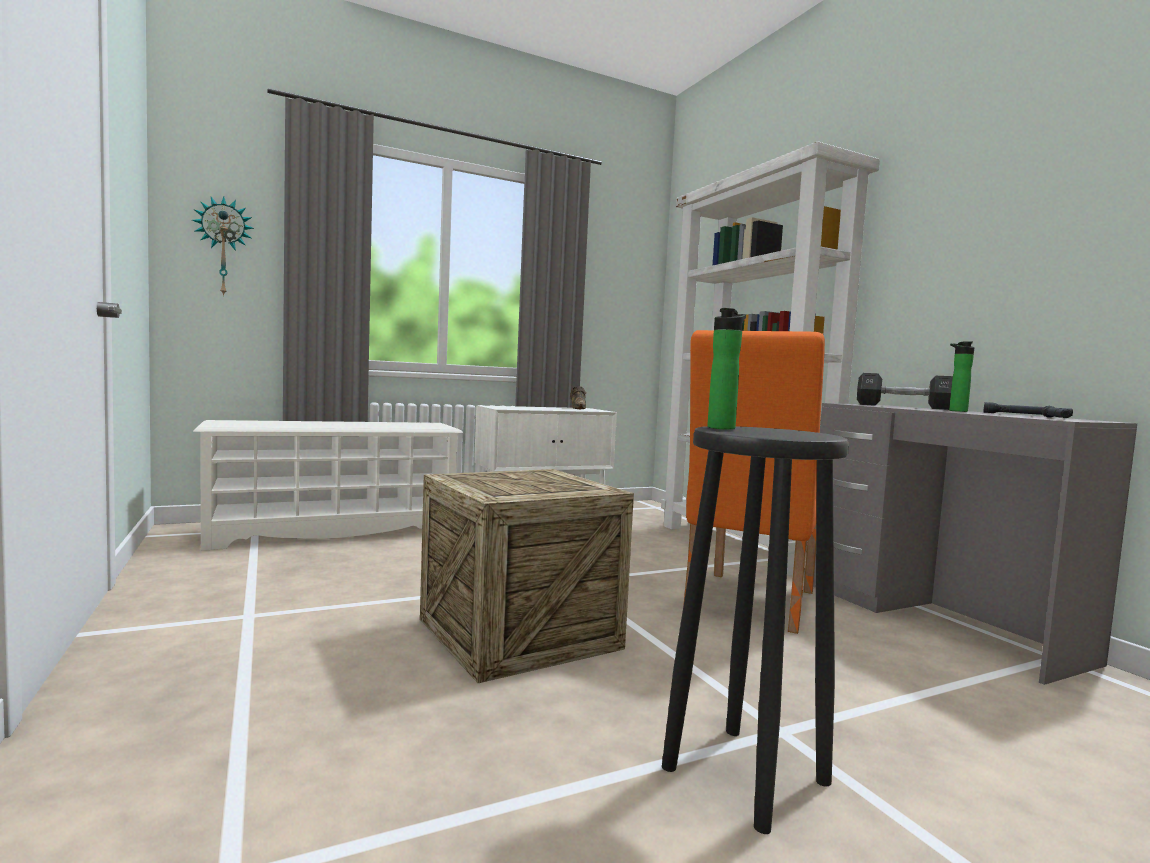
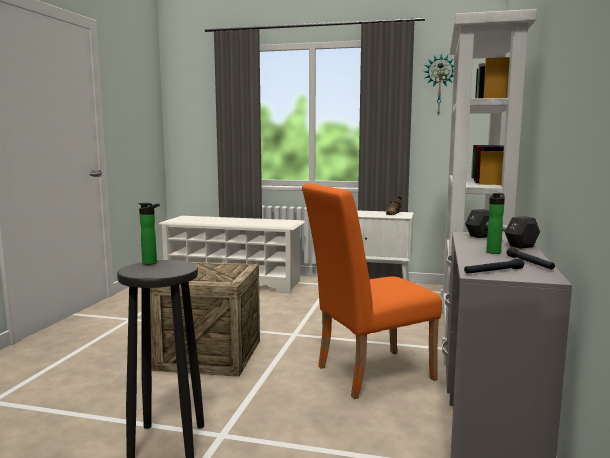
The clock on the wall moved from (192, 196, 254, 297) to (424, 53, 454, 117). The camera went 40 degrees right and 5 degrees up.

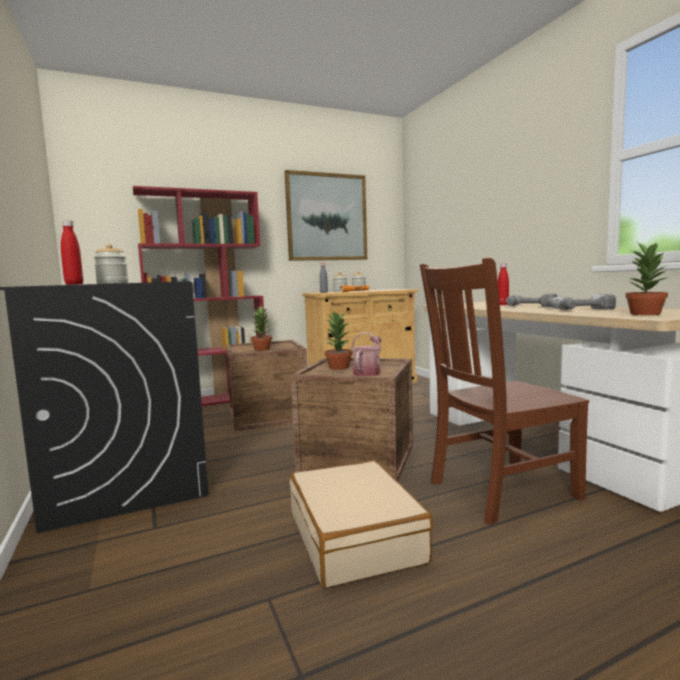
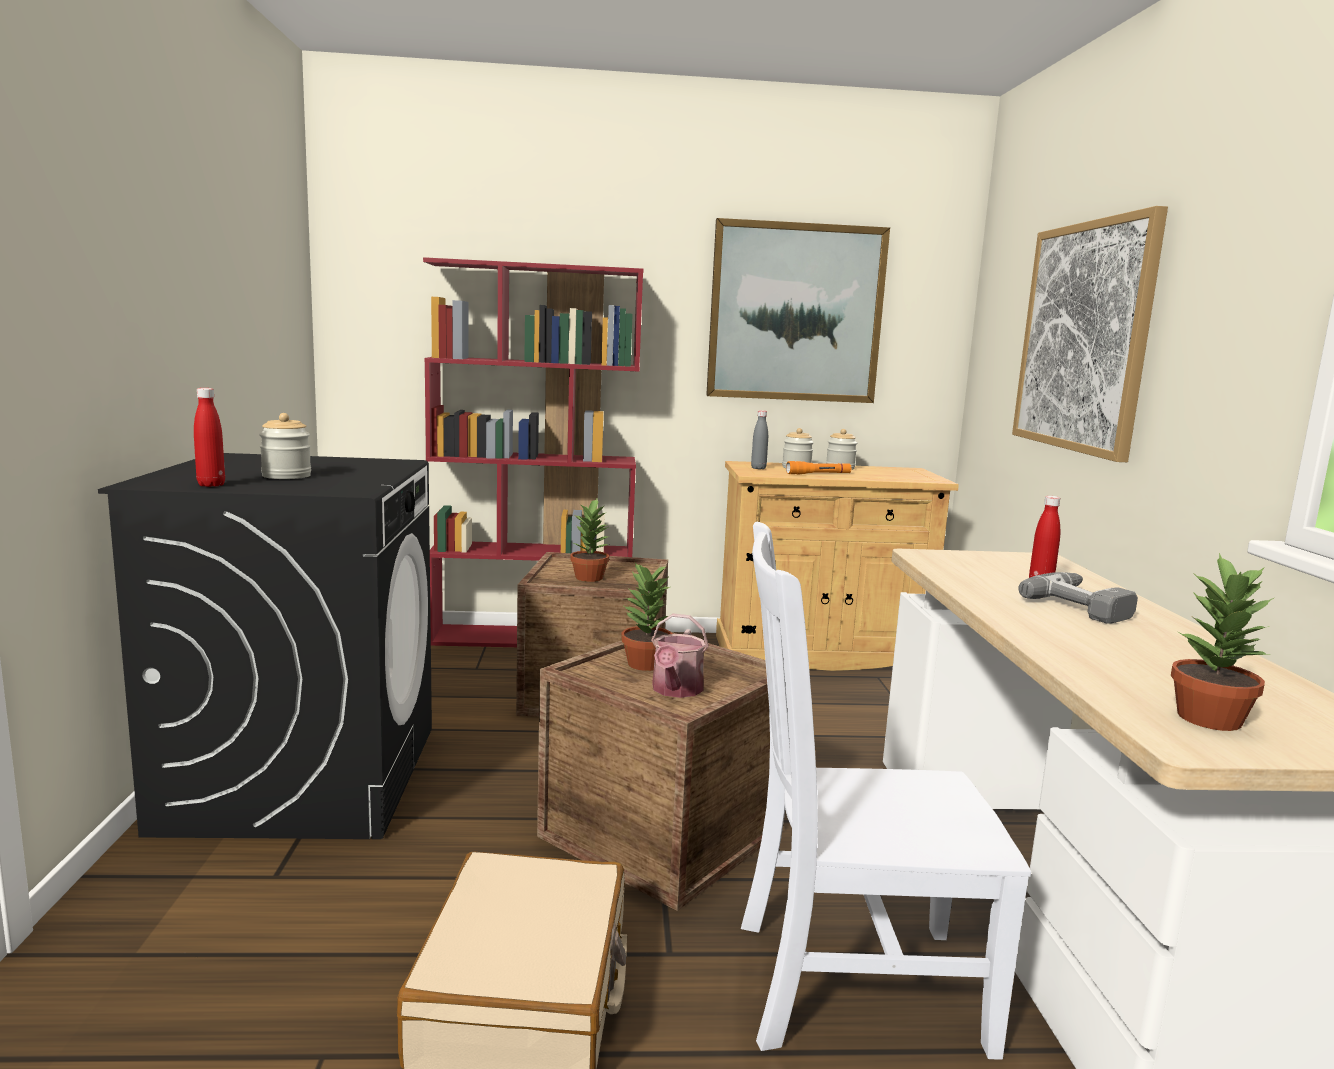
The watering pot at (351, 332, 382, 376) turned 150 degrees clockwise. The plain chair/brown-coloured at (420, 258, 589, 525) became the plain chair/white at (741, 522, 1031, 1060). The drill at (546, 294, 616, 310) disappeared. The wall art at (1012, 206, 1168, 462) appeared. The camera went 20 degrees right and 5 degrees up.

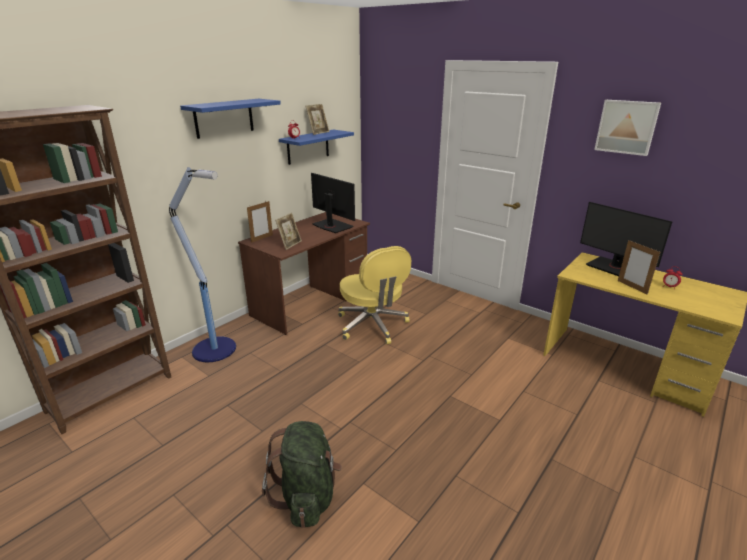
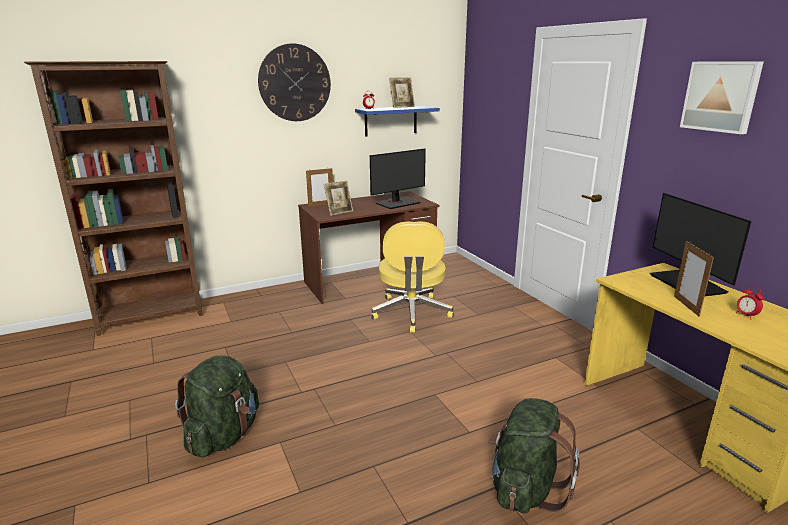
The floor lamp at (169, 167, 236, 362) disappeared. The wall shelf/bluish at (180, 99, 281, 139) was replaced by the clock on the wall at (258, 44, 331, 121). The computer screen at (311, 173, 355, 233) turned 75 degrees clockwise. The rucksack/green-coloured at (488, 398, 580, 514) appeared. The camera went 25 degrees right and 5 degrees down.

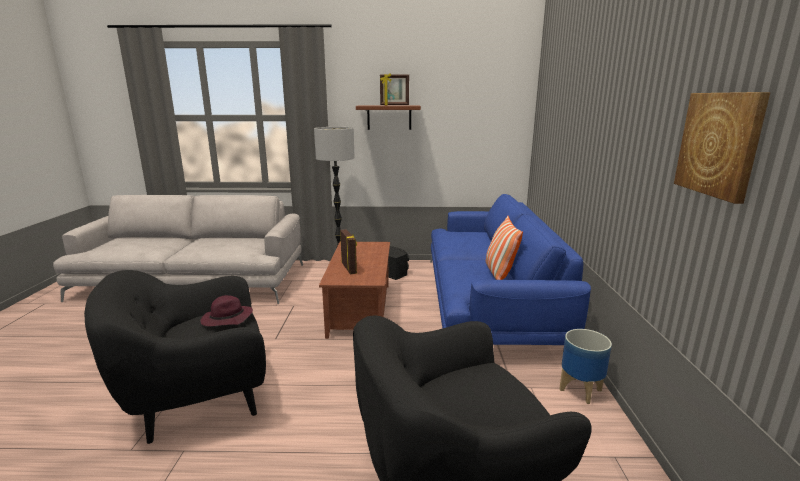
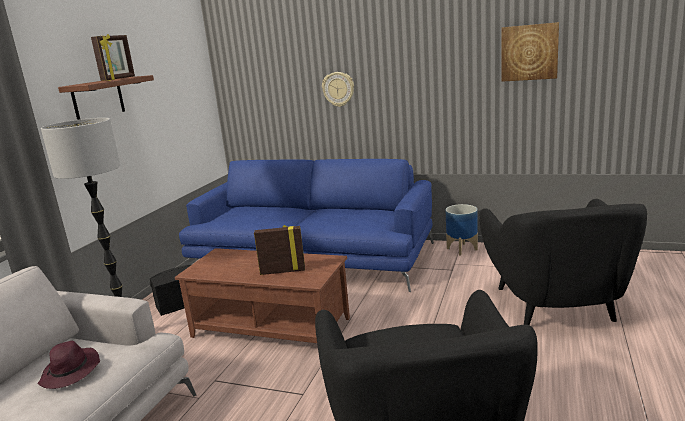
The clothing hat/purple-coloured moved from (200, 295, 253, 326) to (38, 341, 100, 389). The pillow at (486, 216, 523, 280) disappeared. The clock on the wall at (322, 72, 354, 107) appeared. The camera went 70 degrees left and 0 degrees up.

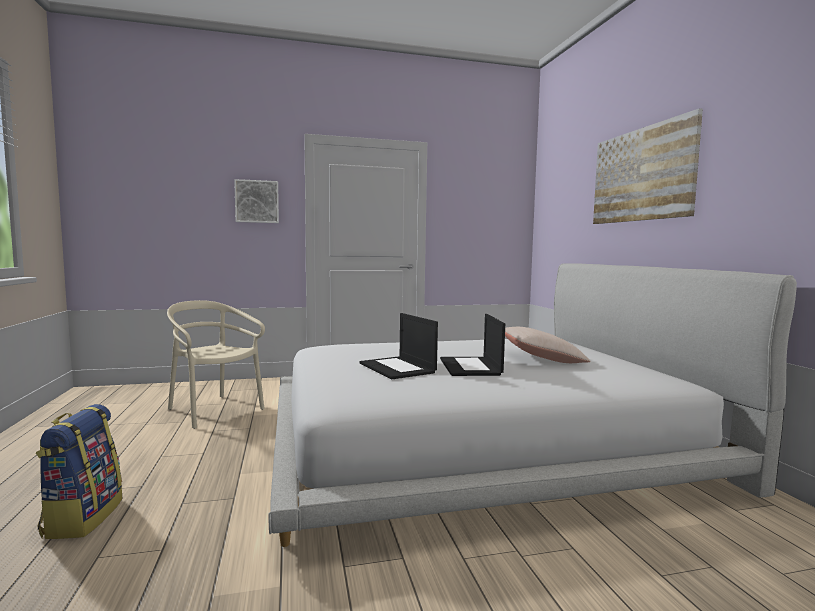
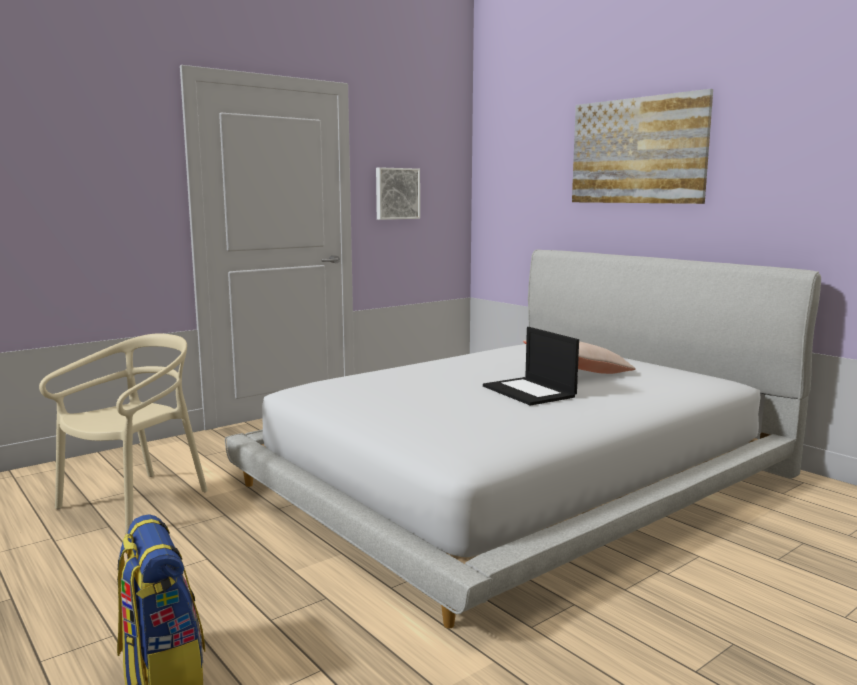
The plain chair/beige at (167, 300, 265, 429) turned 105 degrees clockwise. The wall art moved from (234, 179, 279, 223) to (376, 167, 420, 220). The laptop at (360, 313, 438, 379) disappeared. The camera went 25 degrees left and 5 degrees up.

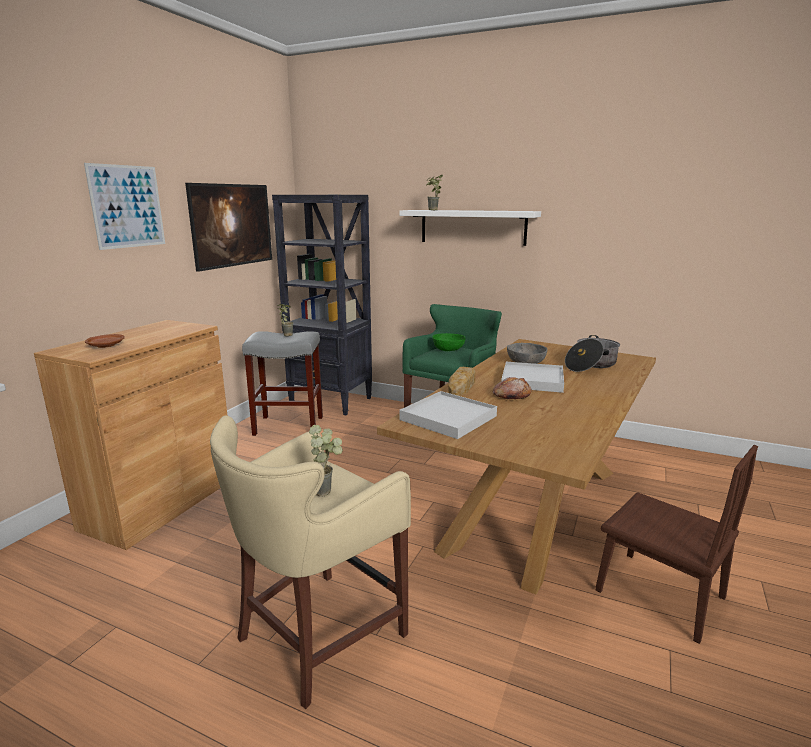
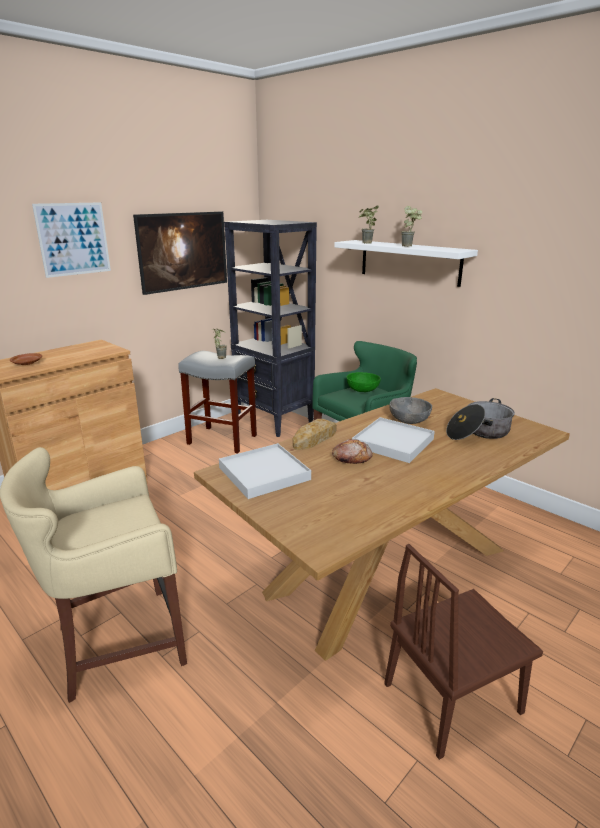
The houseplant moved from (309, 425, 343, 497) to (401, 206, 422, 247). The plain chair/brown-coloured at (596, 445, 758, 644) turned 90 degrees clockwise. The camera went 20 degrees right and 5 degrees up.

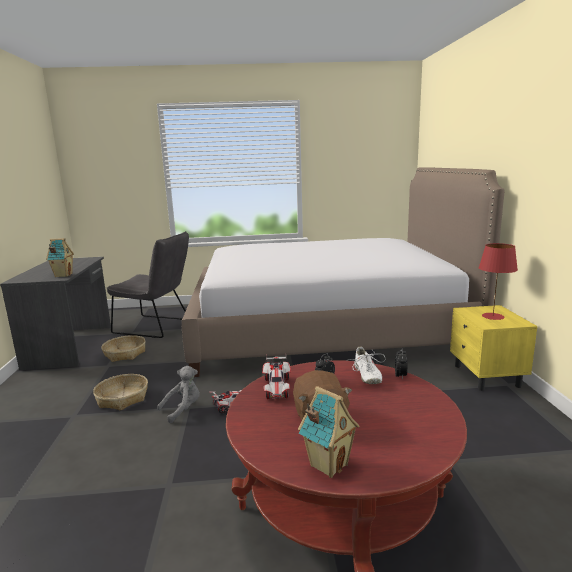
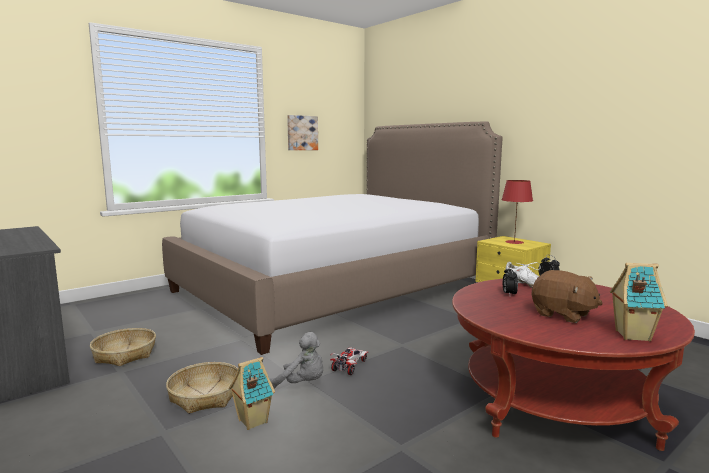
The model house moved from (46, 238, 74, 277) to (229, 357, 275, 430). The plain chair/greyish at (106, 231, 189, 338) disappeared. The soft toy/greyish at (157, 366, 200, 423) turned 90 degrees clockwise. The miniature car at (262, 356, 291, 399) disappeared. The wall art at (287, 115, 318, 150) appeared. The camera went 35 degrees left and 5 degrees down.

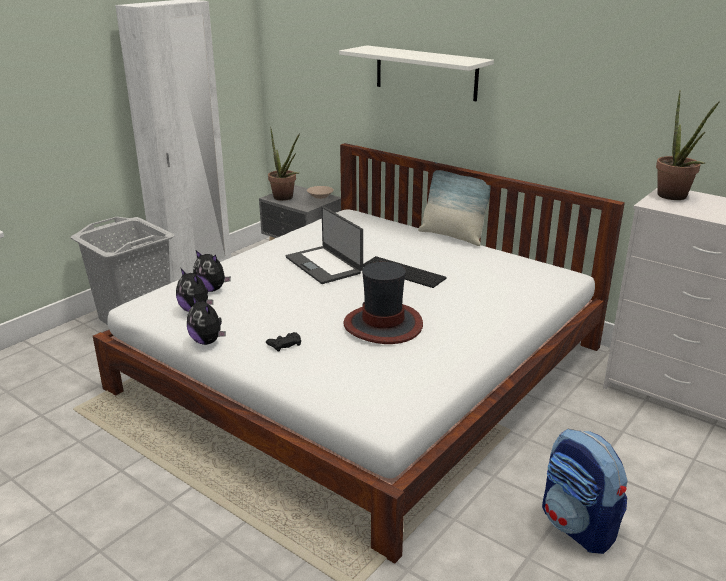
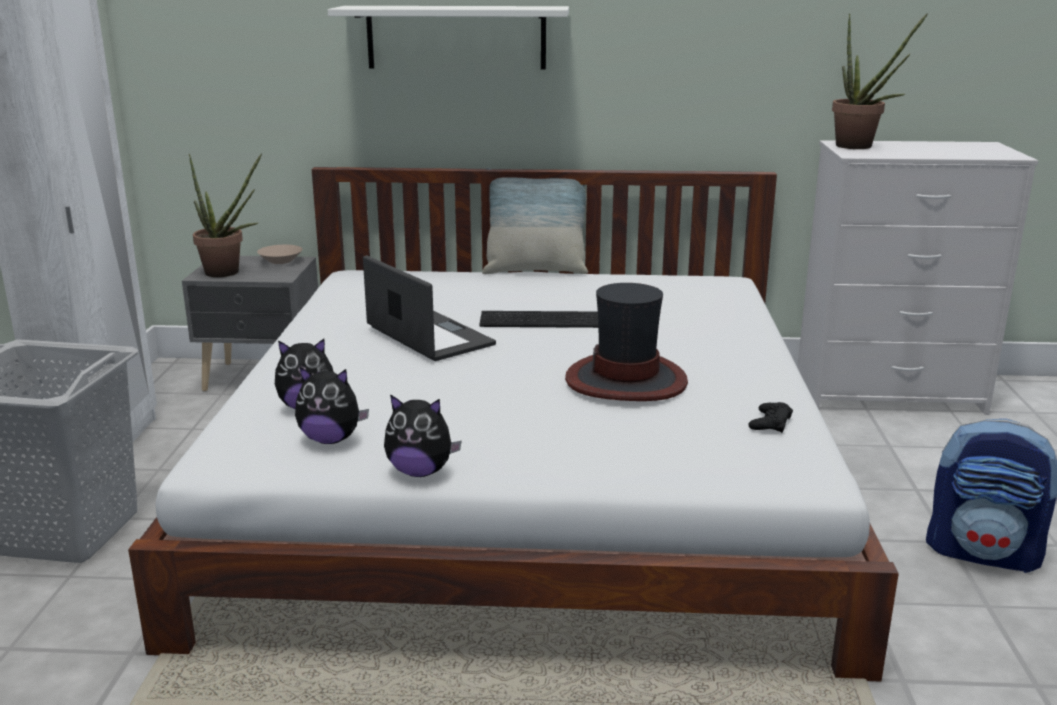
The game controller/blackish moved from (266, 332, 301, 352) to (748, 402, 793, 433). The laptop at (286, 206, 363, 284) turned 150 degrees counterclockwise. The camera went 35 degrees left and 5 degrees down.

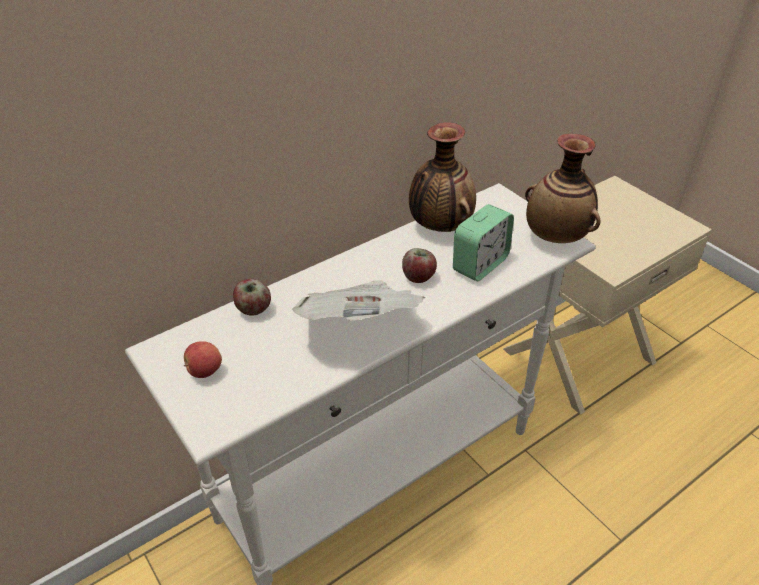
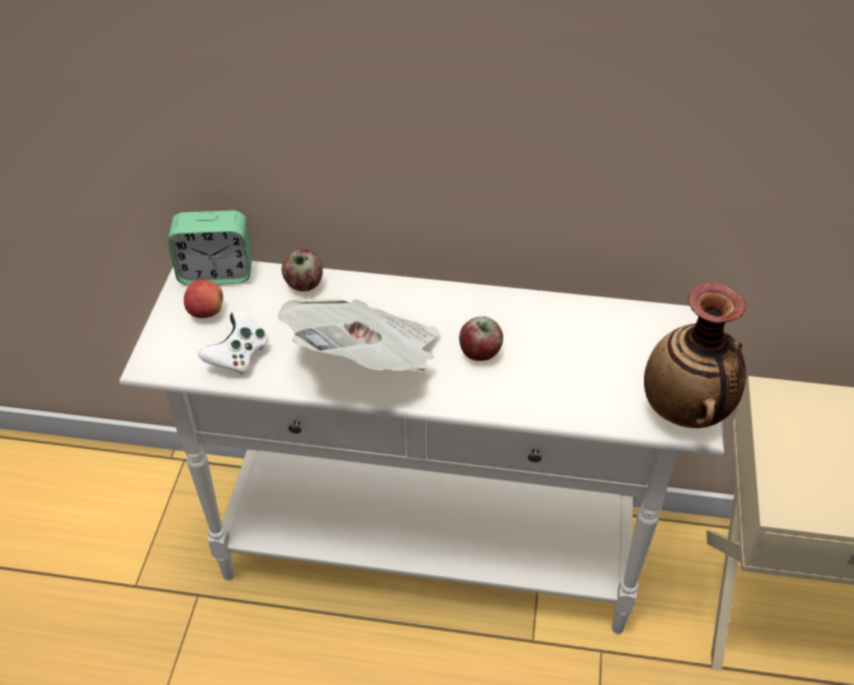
The decorative vase at (409, 122, 476, 232) disappeared. The alarm clock moved from (453, 204, 514, 281) to (168, 210, 252, 286). The game controller/white at (198, 310, 268, 374) appeared. The camera went 45 degrees right and 5 degrees up.

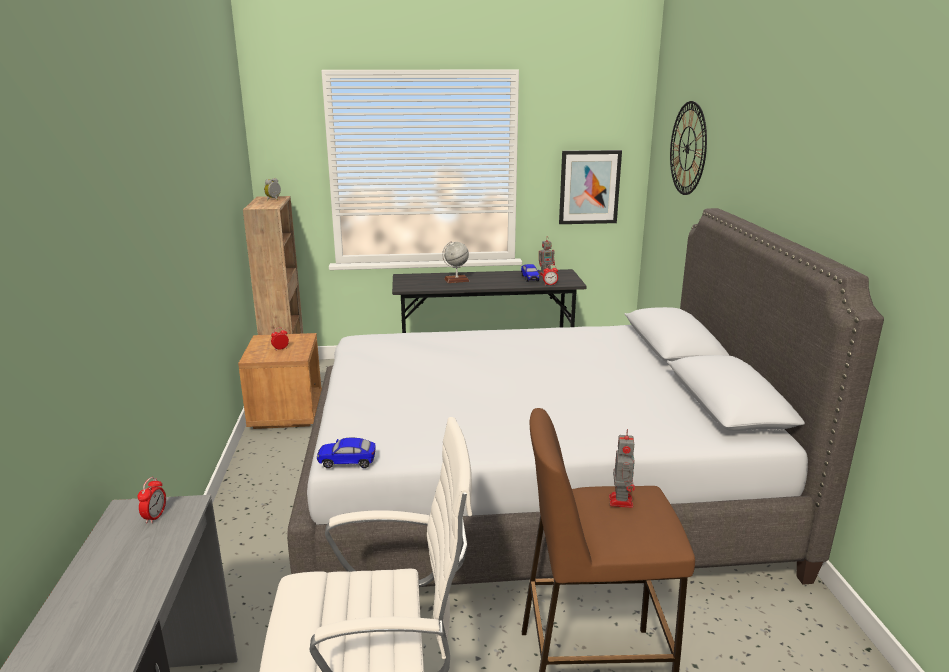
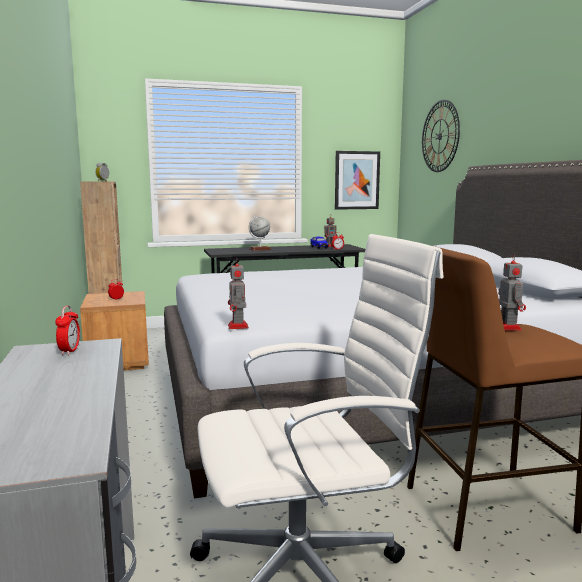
The miniature car at (317, 438, 375, 468) was replaced by the toy robot at (228, 263, 249, 329). The camera went 10 degrees left and 10 degrees down.

